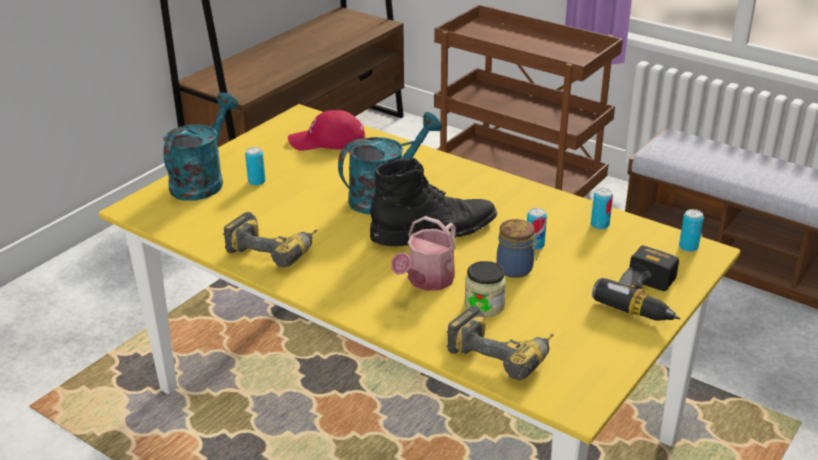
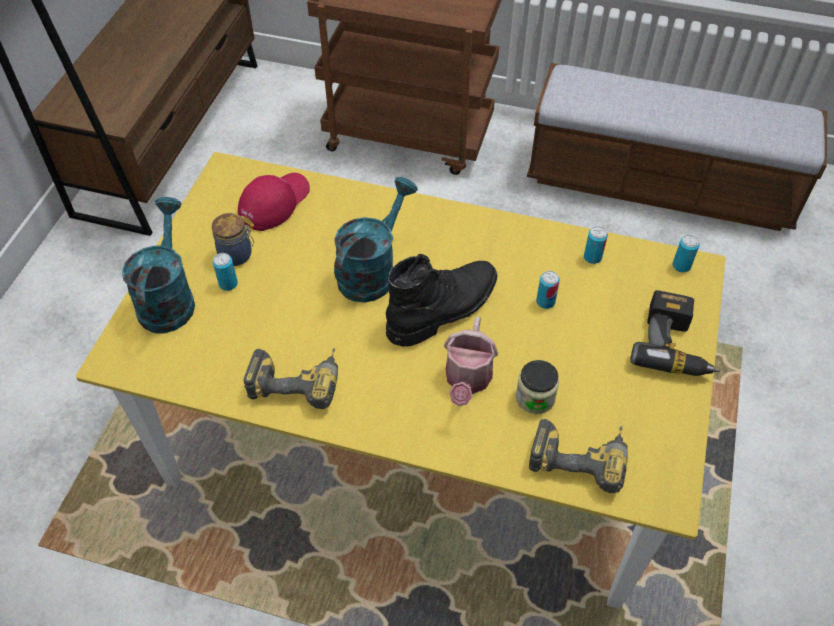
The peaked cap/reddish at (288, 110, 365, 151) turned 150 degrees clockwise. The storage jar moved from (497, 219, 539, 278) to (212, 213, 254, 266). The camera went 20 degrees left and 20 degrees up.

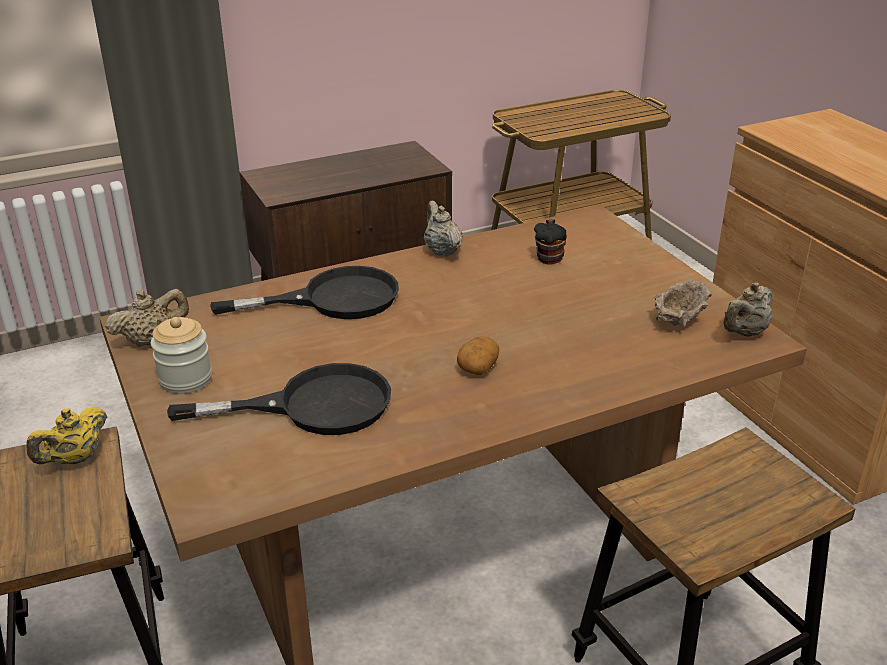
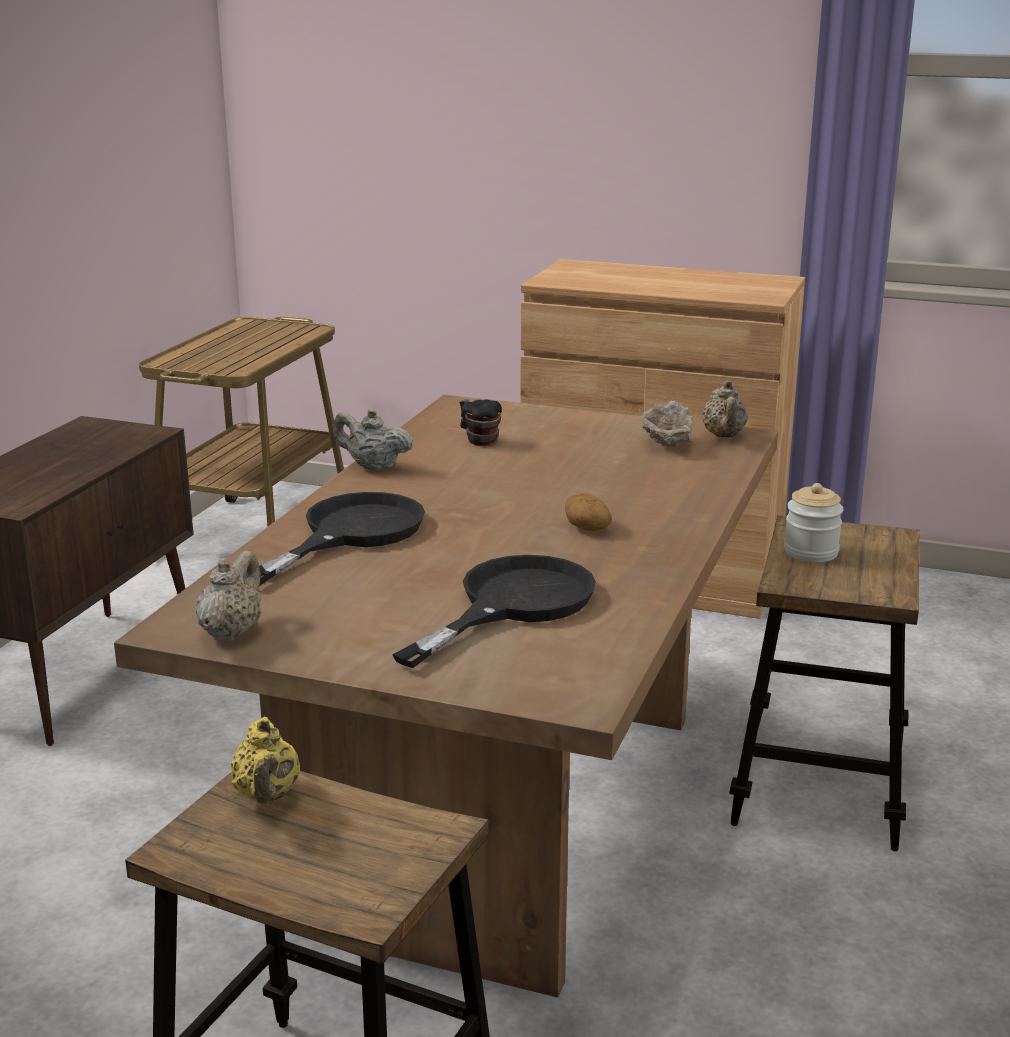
The storage jar moved from (151, 317, 212, 394) to (784, 483, 843, 562). The camera went 45 degrees left and 10 degrees down.

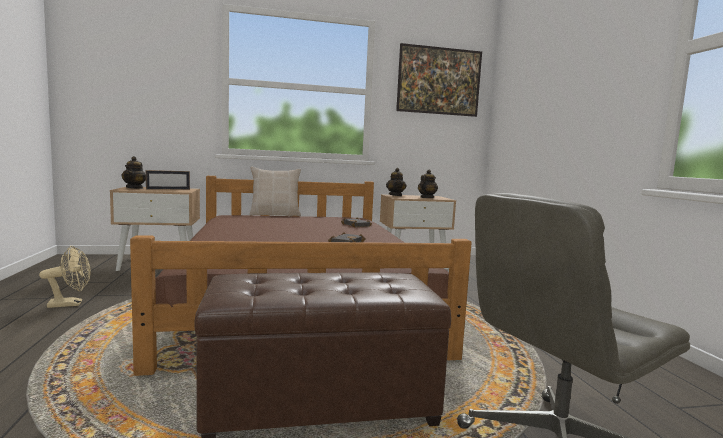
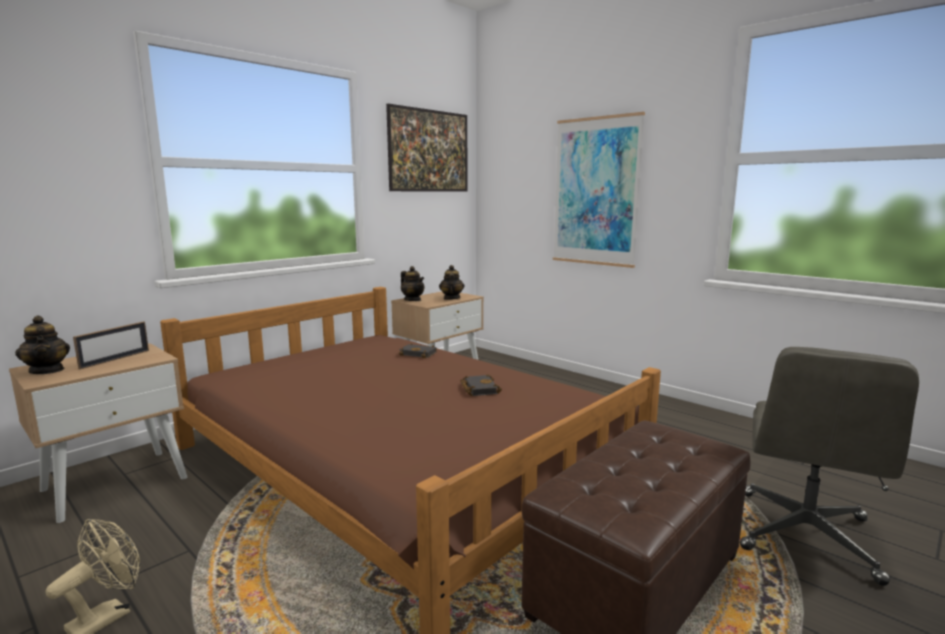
The pillow/beige at (249, 166, 301, 216) disappeared. The wall art at (553, 112, 645, 268) appeared. The camera went 35 degrees left and 5 degrees up.

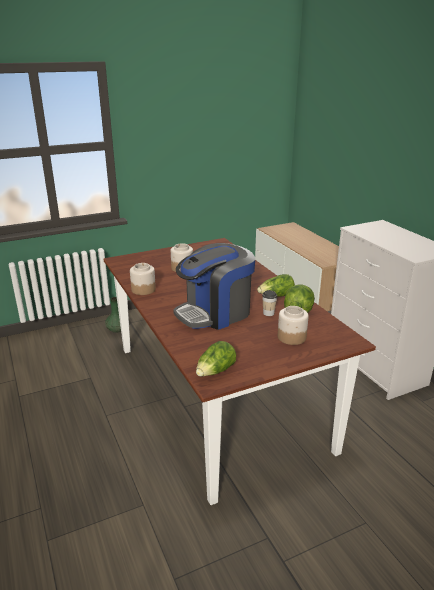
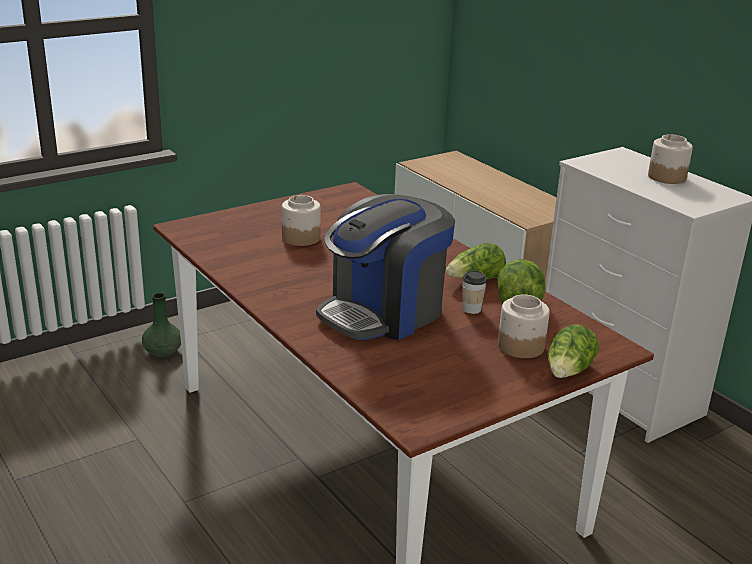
The storage jar moved from (130, 263, 156, 295) to (648, 134, 693, 184). The lettuce head moved from (196, 341, 236, 377) to (547, 324, 600, 378). The camera went 10 degrees left and 0 degrees up.

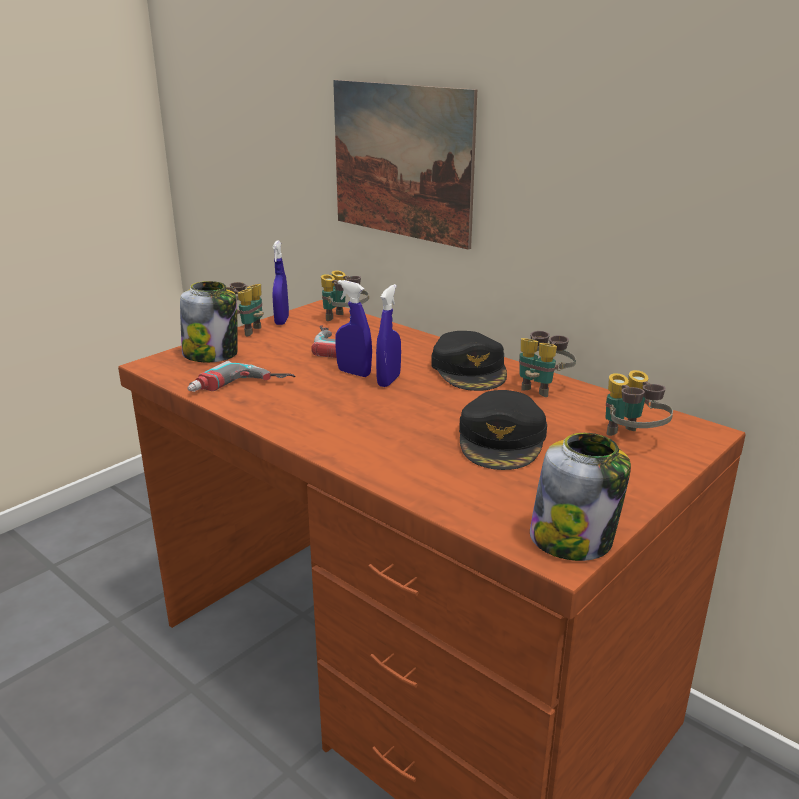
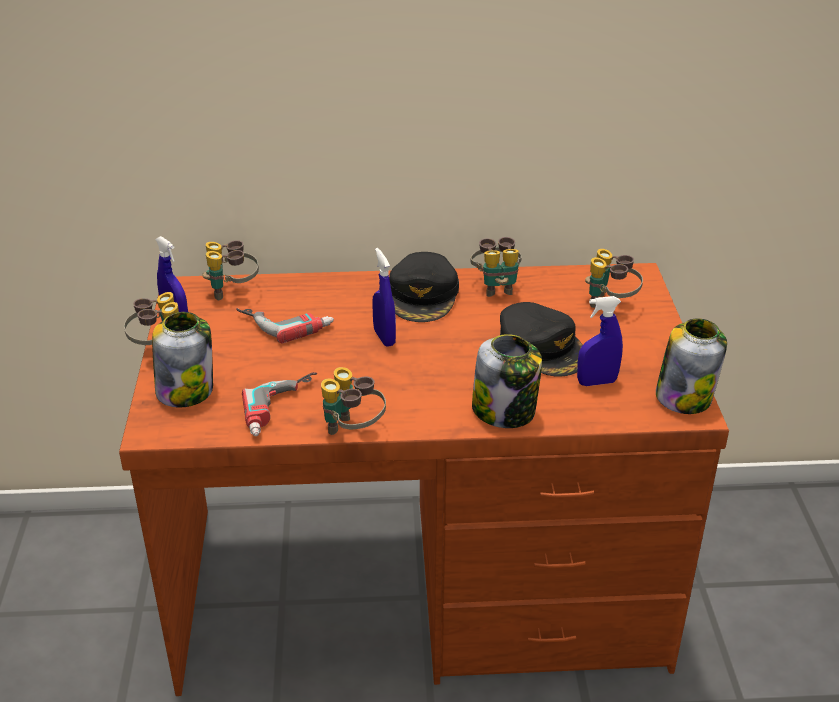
The wall art at (333, 80, 477, 250) disappeared. The sprayer/bluish moved from (336, 280, 372, 377) to (577, 296, 623, 386). The peaked cap/blackish at (431, 331, 507, 391) turned 60 degrees clockwise. The binoculars at (321, 367, 386, 435) appeared. The storage jar at (472, 334, 542, 428) appeared. The camera went 45 degrees left and 10 degrees up.

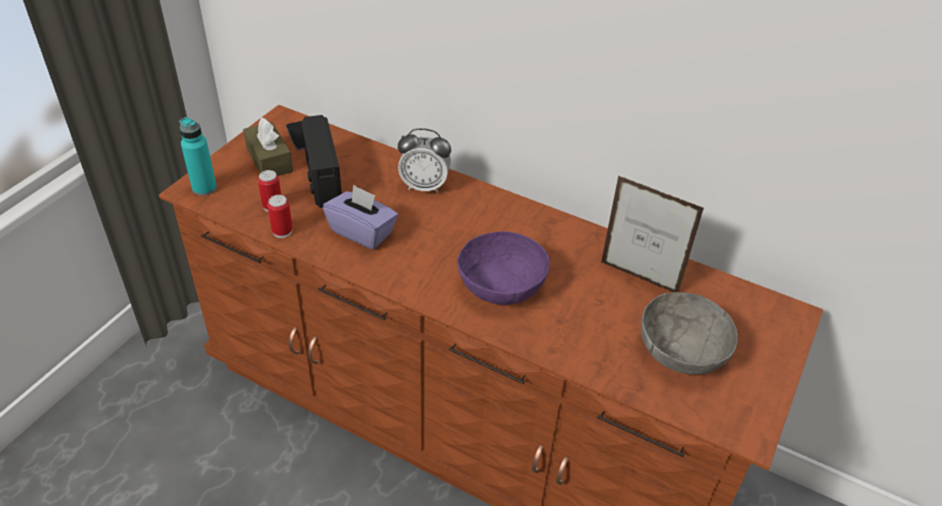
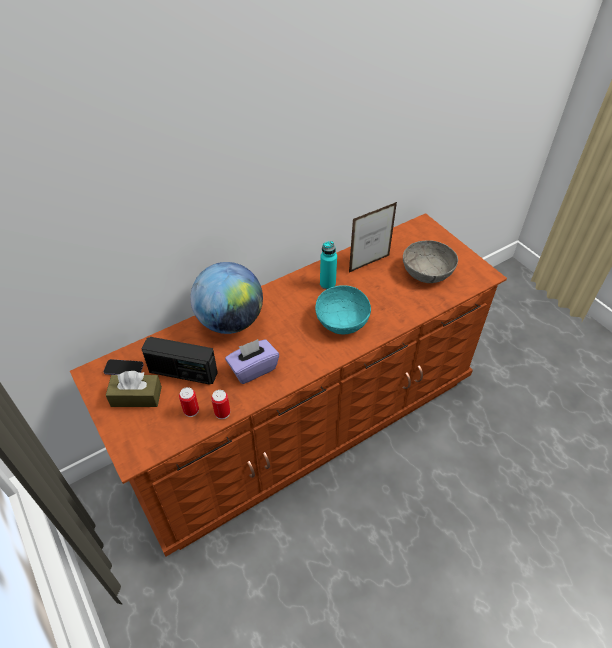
The beverage bottle/turquoise moved from (179, 117, 217, 196) to (320, 241, 337, 290). The alarm clock at (398, 128, 451, 193) was replaced by the desk globe at (191, 262, 263, 334). The serving bowl/purple-coloured at (457, 231, 550, 305) became the serving bowl/turquoise at (315, 285, 371, 334). The camera went 60 degrees left and 5 degrees up.

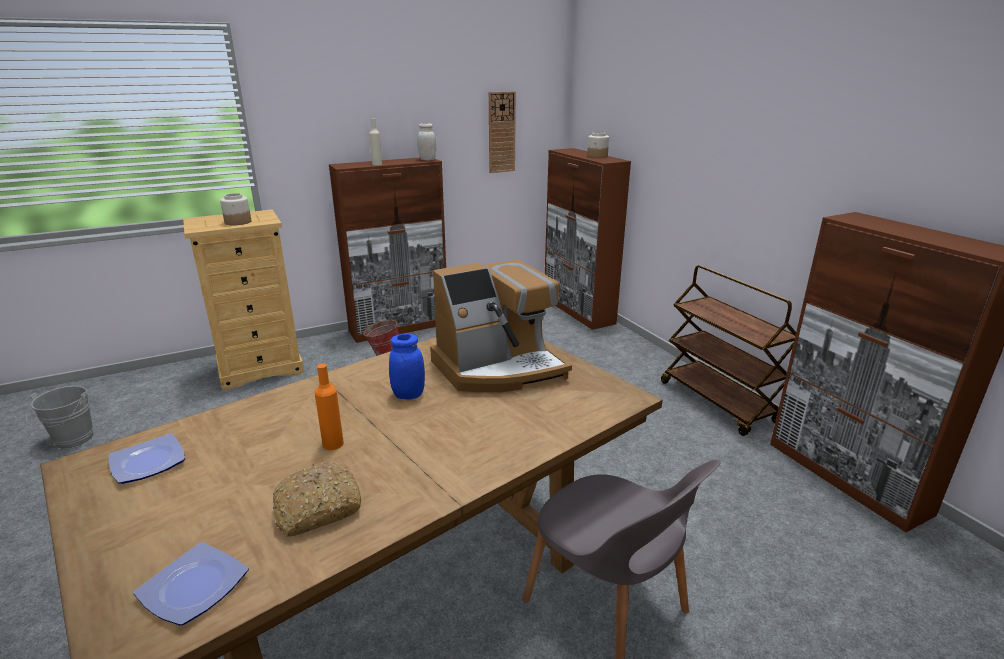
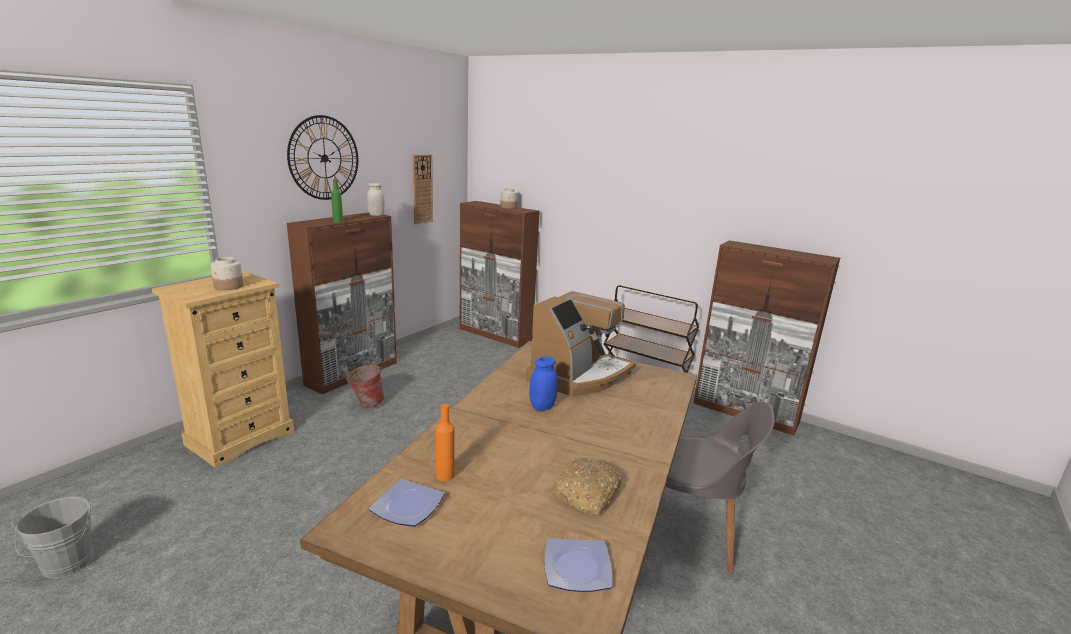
The beverage bottle/orange moved from (314, 364, 344, 450) to (436, 404, 455, 481). The beverage bottle/beige at (369, 118, 382, 166) became the beverage bottle/green-coloured at (331, 179, 343, 222). The clock on the wall at (287, 115, 358, 200) appeared. The camera went 30 degrees left and 5 degrees down.

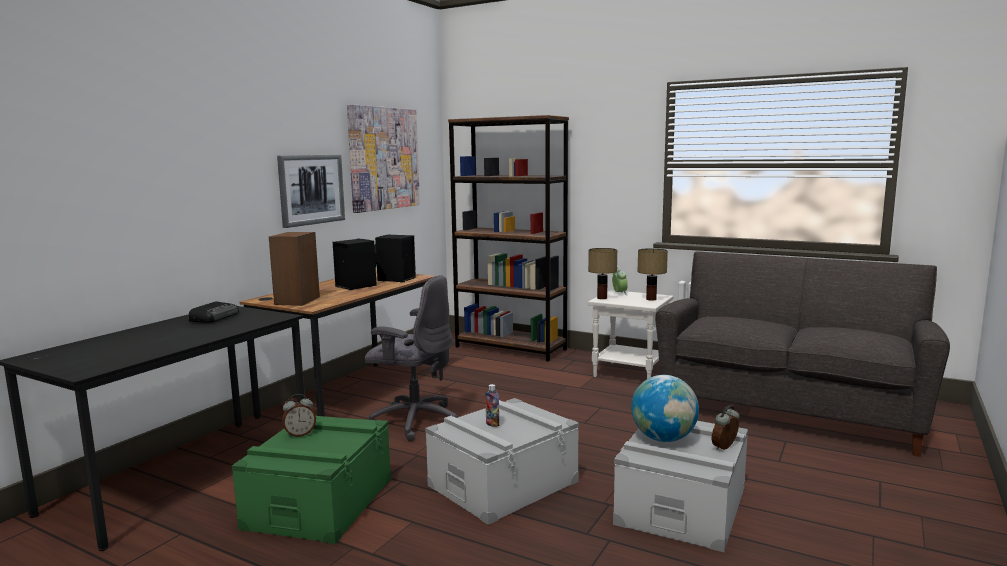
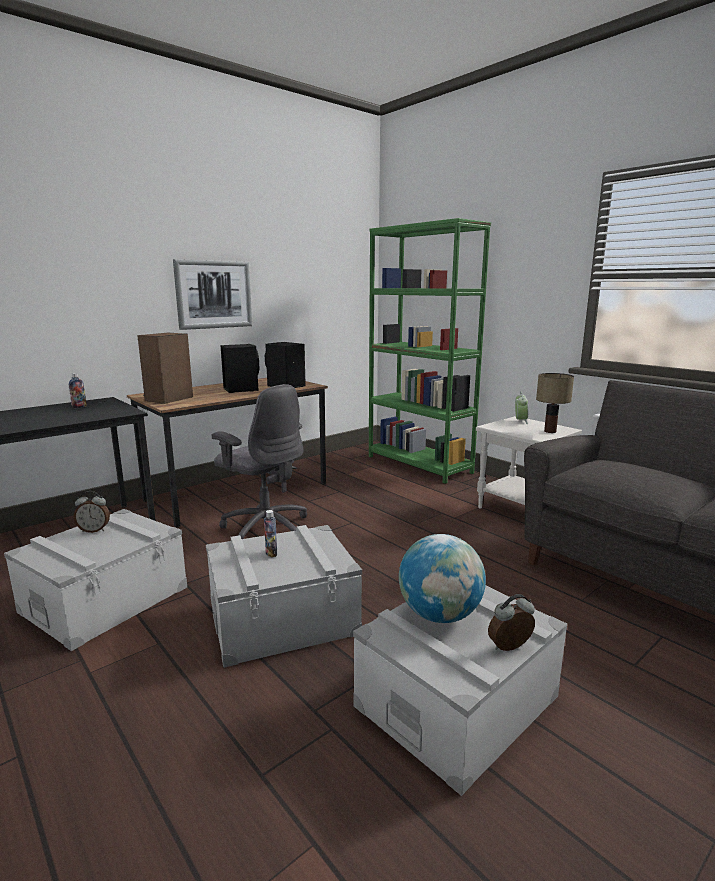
The radio at (188, 301, 239, 323) was replaced by the beverage bottle at (69, 373, 87, 408). The storage container/green-coloured at (232, 416, 391, 544) became the storage container/greyish at (4, 509, 187, 651). The wall art at (347, 104, 420, 213) disappeared. The shelving unit/brown-coloured at (448, 115, 569, 362) became the shelving unit/green-coloured at (369, 218, 491, 484). The tabletop lamp at (588, 248, 617, 299) disappeared. The camera went 20 degrees right and 5 degrees up.

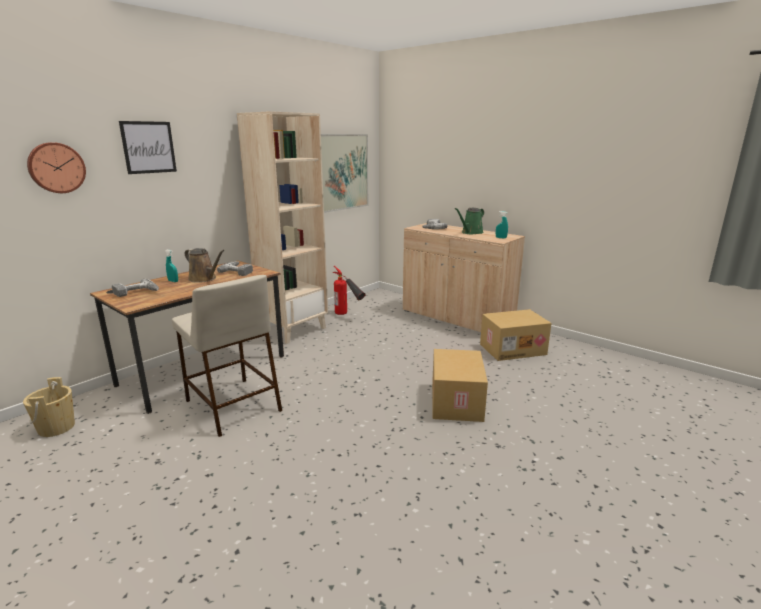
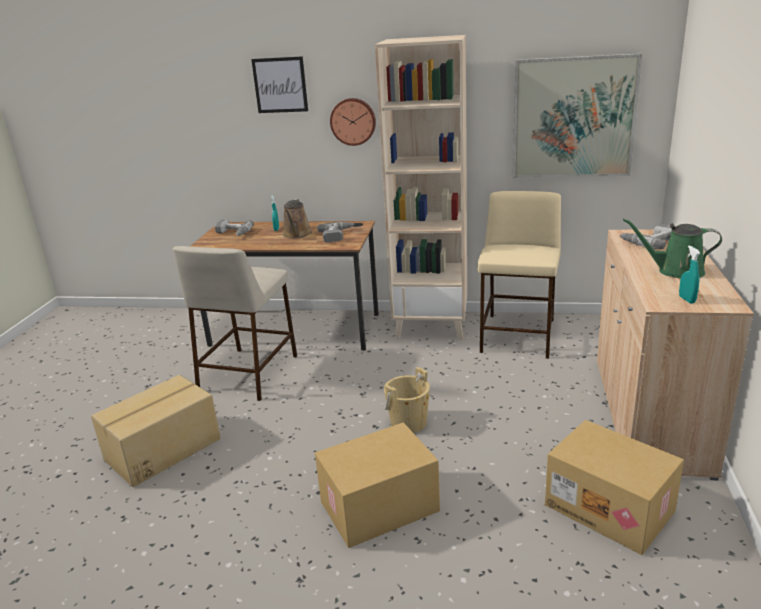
The bucket/beige moved from (23, 377, 75, 437) to (384, 367, 430, 433). The clock on the wall moved from (27, 142, 86, 193) to (330, 98, 376, 146). The fire-fighting cylinder at (333, 266, 366, 315) was replaced by the sitting stool/beige at (478, 191, 561, 359). The carton at (91, 375, 221, 487) appeared. The camera went 60 degrees right and 5 degrees up.

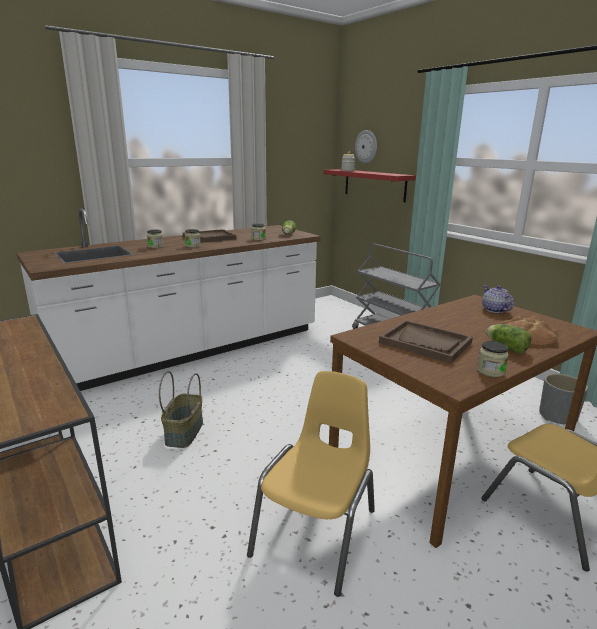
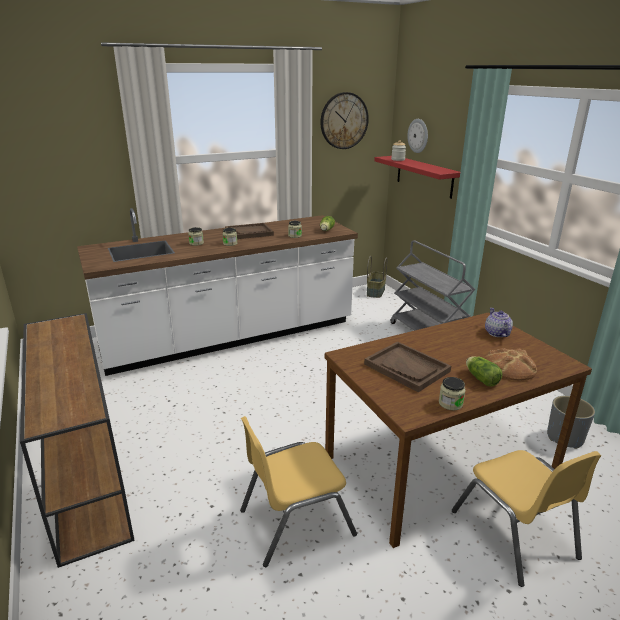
The storage basket moved from (159, 371, 203, 448) to (367, 256, 387, 298). The plain chair/yellow at (247, 371, 375, 597) turned 150 degrees counterclockwise. The clock on the wall at (321, 92, 369, 149) appeared. The camera went 10 degrees right and 5 degrees up.

